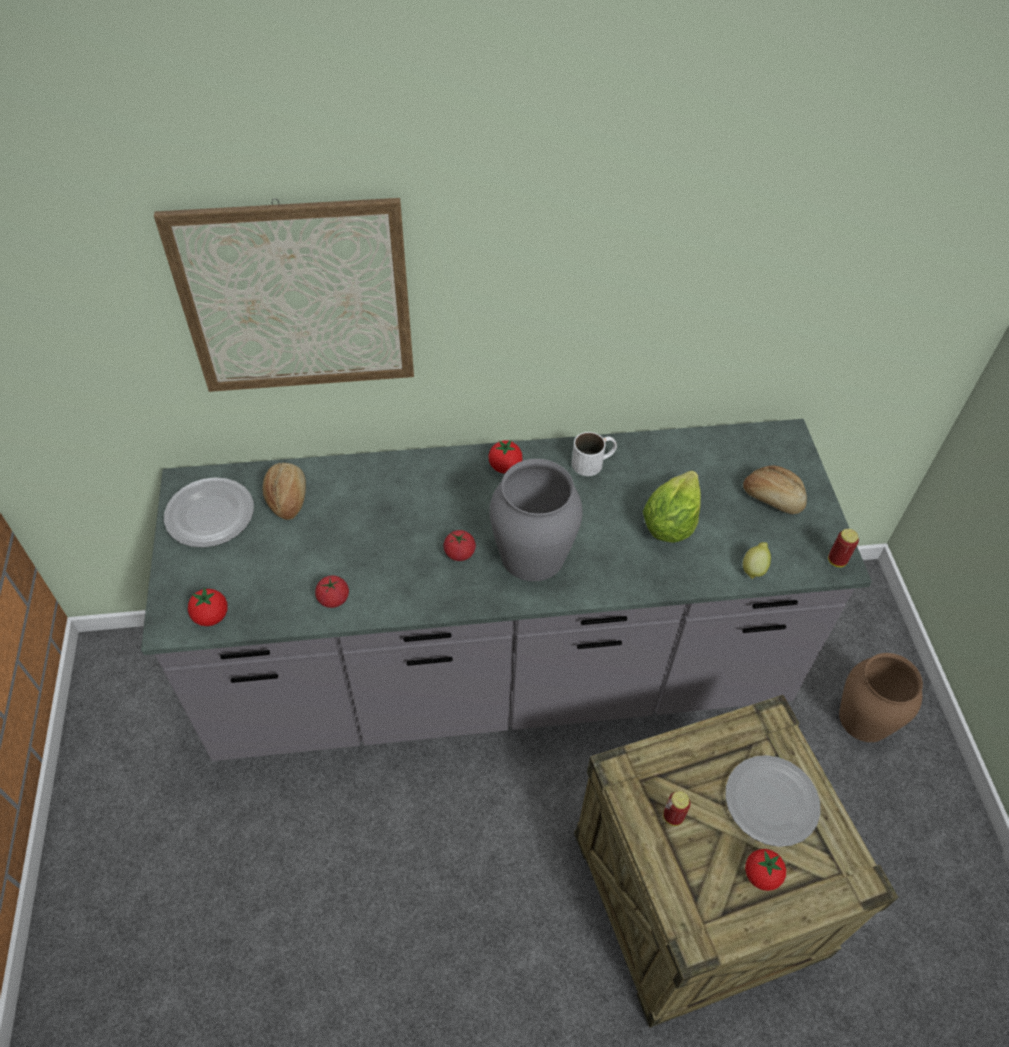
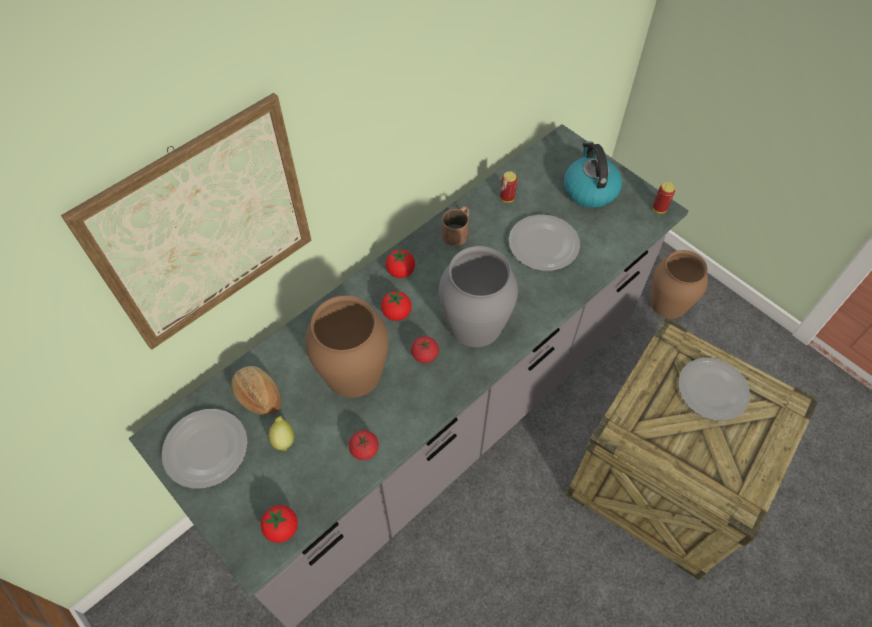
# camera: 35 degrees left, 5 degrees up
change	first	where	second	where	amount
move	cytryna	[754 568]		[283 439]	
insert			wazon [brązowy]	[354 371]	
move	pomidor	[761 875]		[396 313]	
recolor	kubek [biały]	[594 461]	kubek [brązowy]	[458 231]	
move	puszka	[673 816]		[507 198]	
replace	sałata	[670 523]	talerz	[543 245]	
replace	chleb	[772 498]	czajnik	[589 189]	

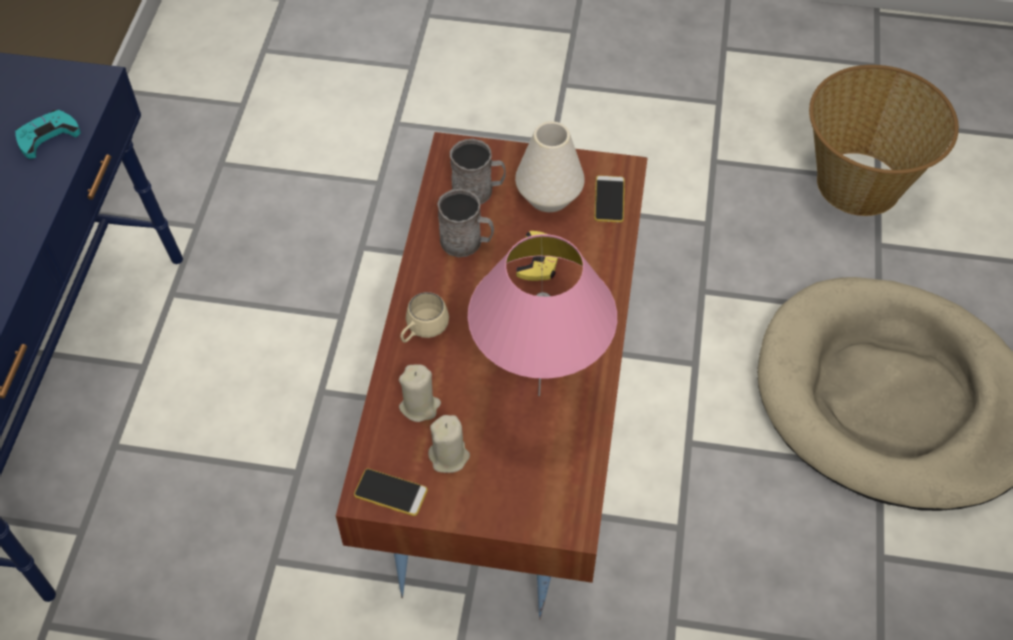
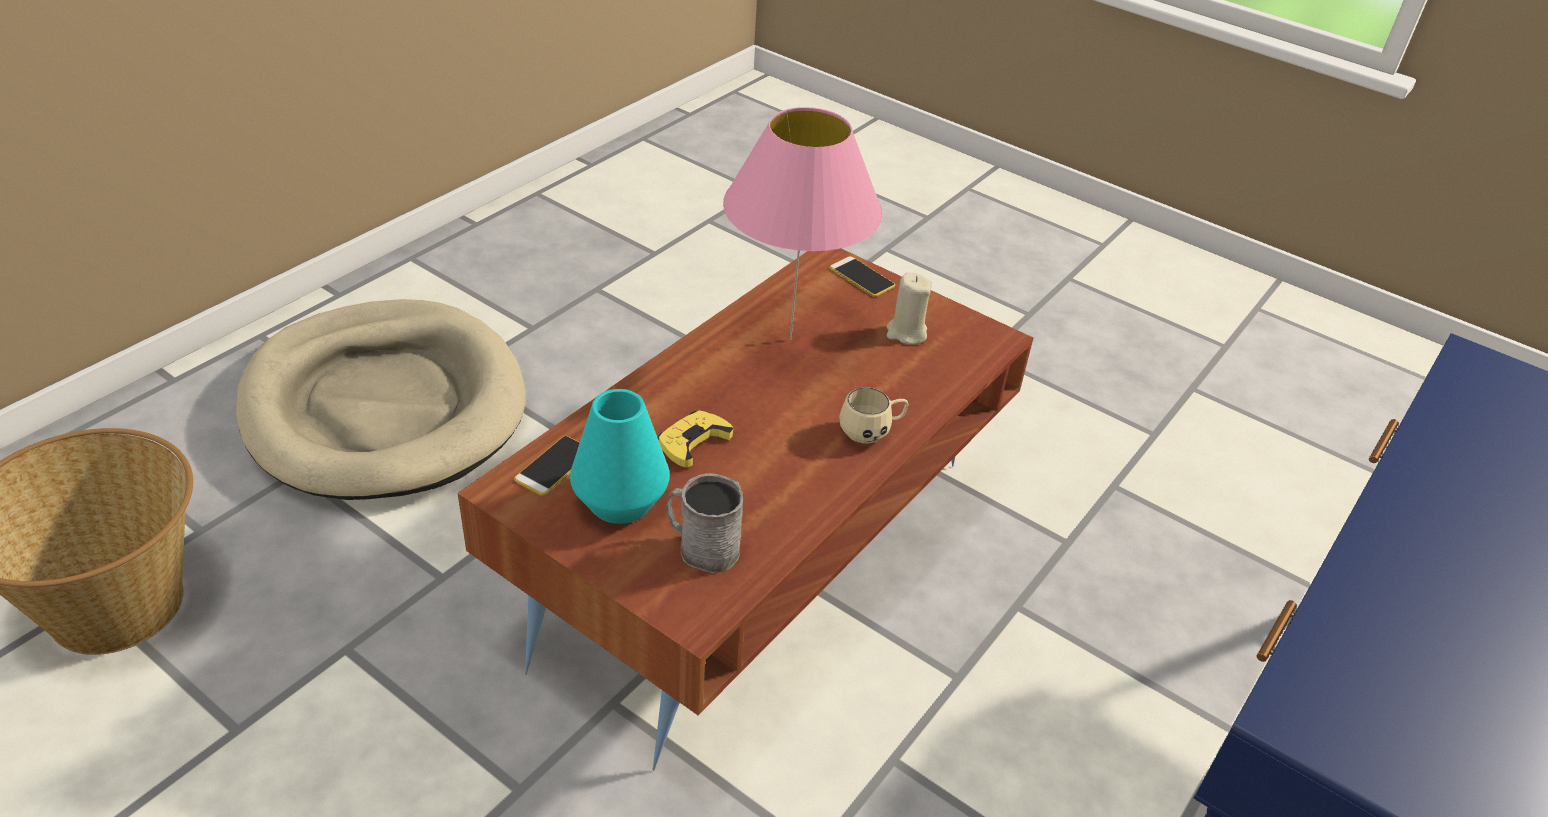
# camera: 155 degrees left, 15 degrees down
change	first	where	second	where	amount
recolor	wazon [biały]	[549 196]	wazon [turkusowy]	[620 501]	
move	telefon	[390 492]		[861 277]	
delete	pad do gier [turkusowy]	[47 136]			
delete	świeca [beżowy]	[420 406]			
delete	kubek [szary]	[467 242]			

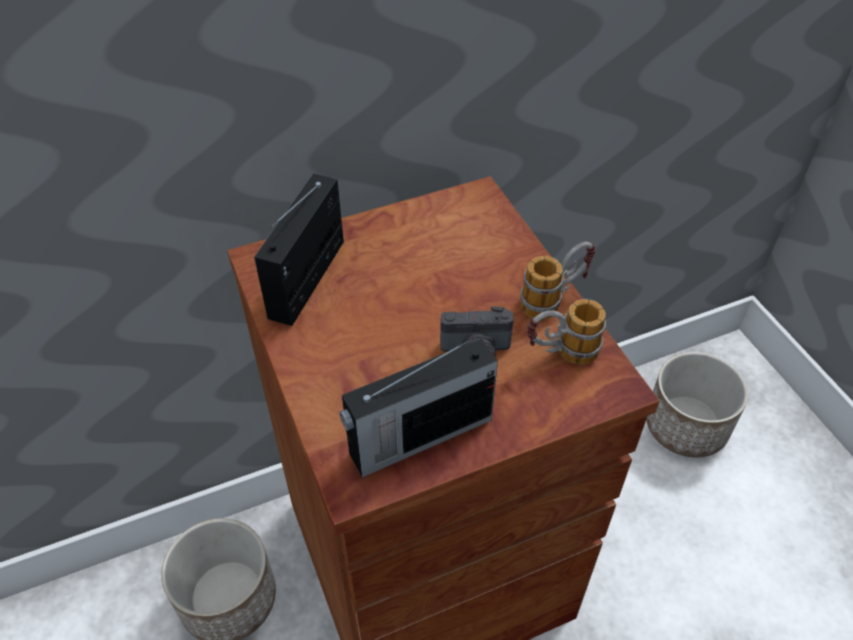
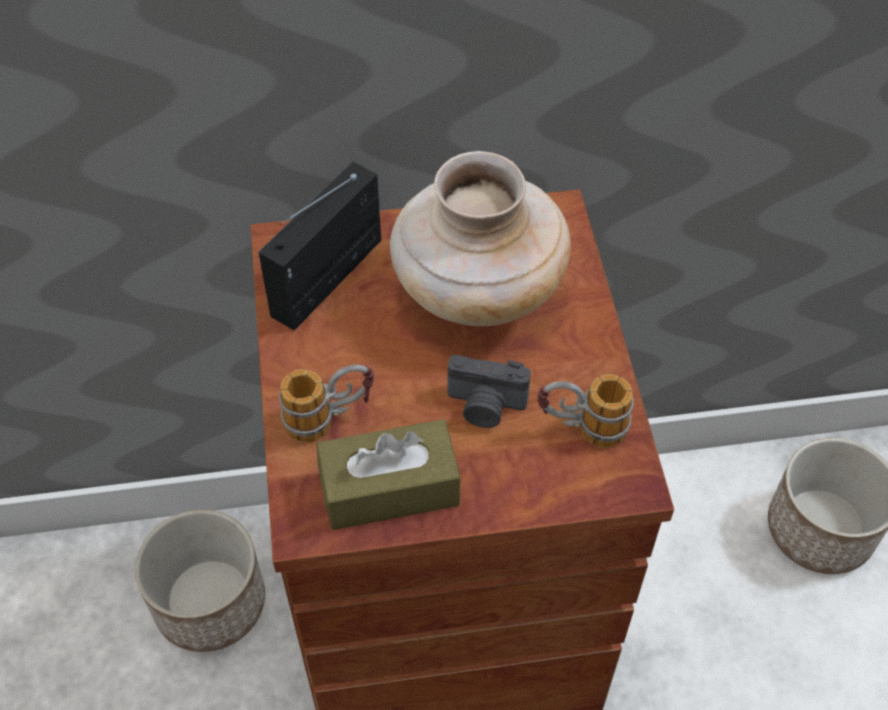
# camera: 15 degrees right, 5 degrees up
change	first	where	second	where	amount
move	kubek	[554 299]		[330 419]	
replace	radio	[418 437]	pudełko chusteczek [brązowy]	[389 488]	
insert			wazon [beżowy]	[477 292]	

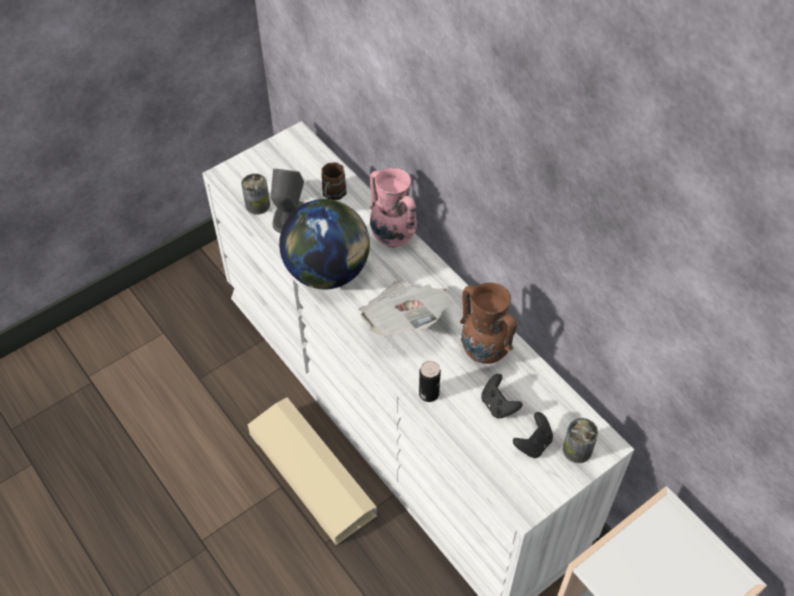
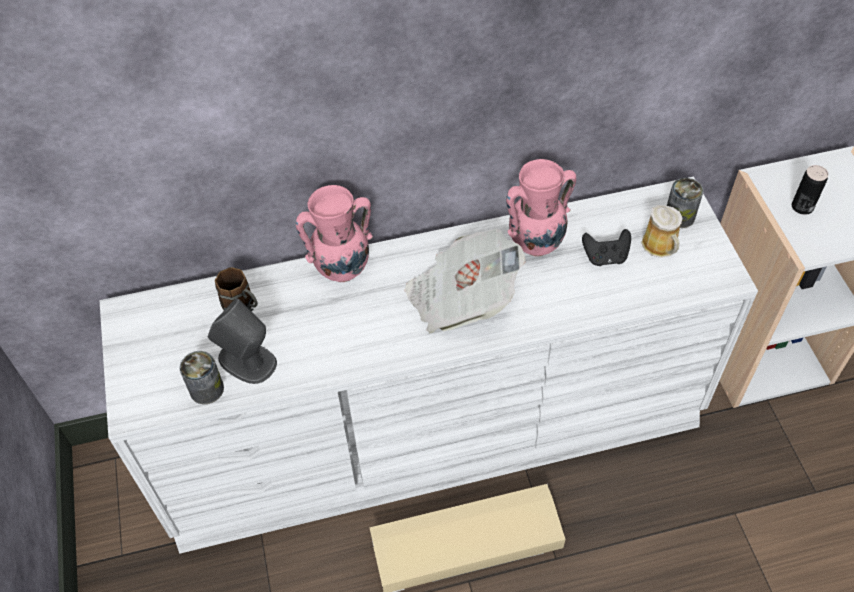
# camera: 65 degrees left, 0 degrees up
change	first	where	second	where	amount
recolor	wazon [brązowy]	[484 351]	wazon [różowy]	[534 244]	
replace	pad do gier [czarny]	[533 444]	kubek	[661 246]	
move	puszka	[429 393]		[802 207]	
delete	globus	[328 271]			

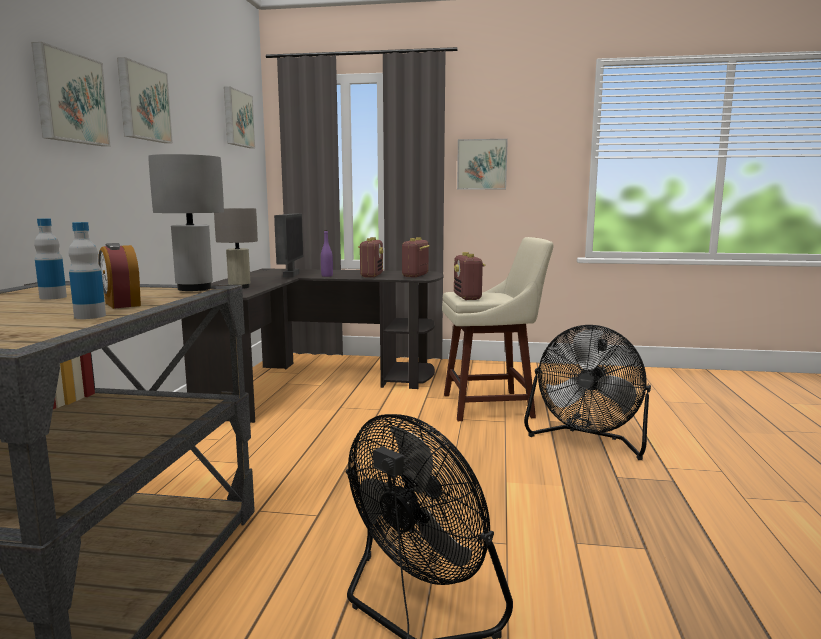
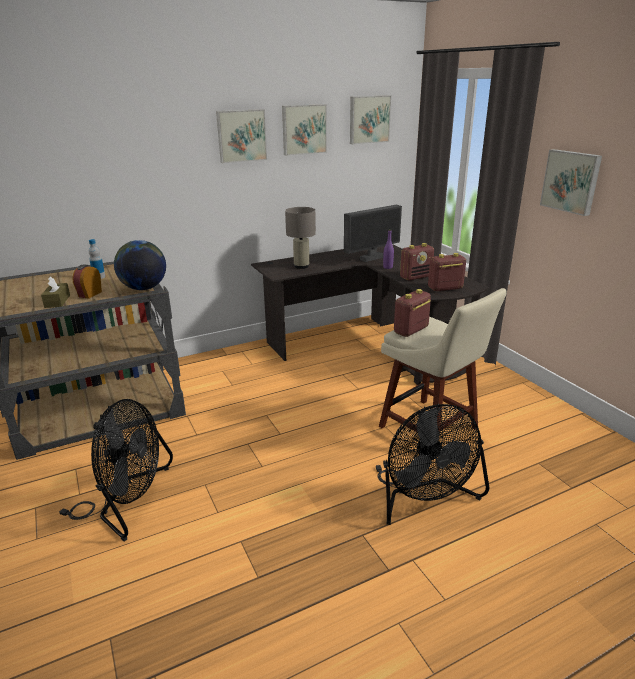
# camera: 55 degrees right, 15 degrees up
change	first	where	second	where	amount
replace	butelka	[90 316]	pudełko chusteczek [brązowy]	[57 301]	
replace	lampa stołowa [szary]	[193 288]	globus	[143 288]	
move	obraz	[69 98]		[303 129]	
rotate	wentylator [czarny]	[584 439]		[421 497]	105 degrees counterclockwise

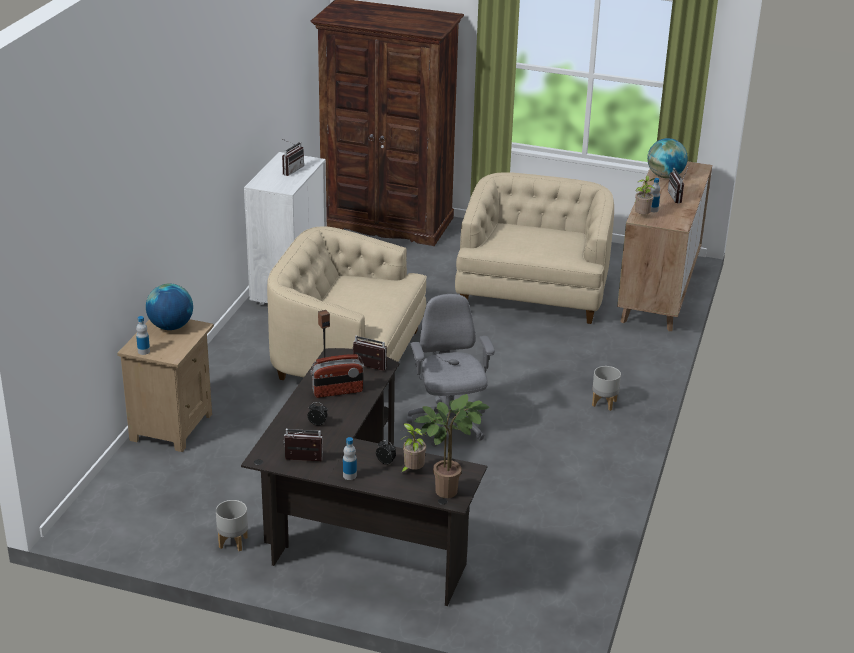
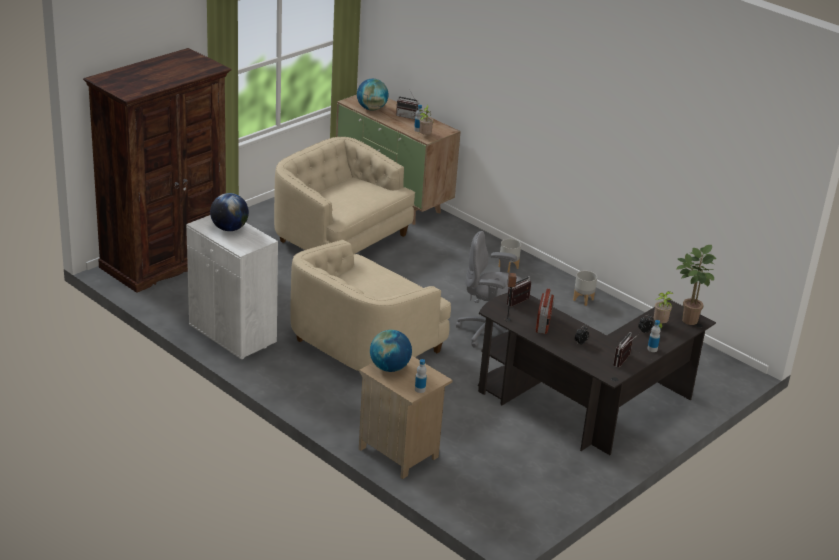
# camera: 65 degrees left, 0 degrees up
change	first	where	second	where	amount
replace	radio	[290 170]	globus	[229 229]	
move	donica [szary]	[233 542]		[583 299]	

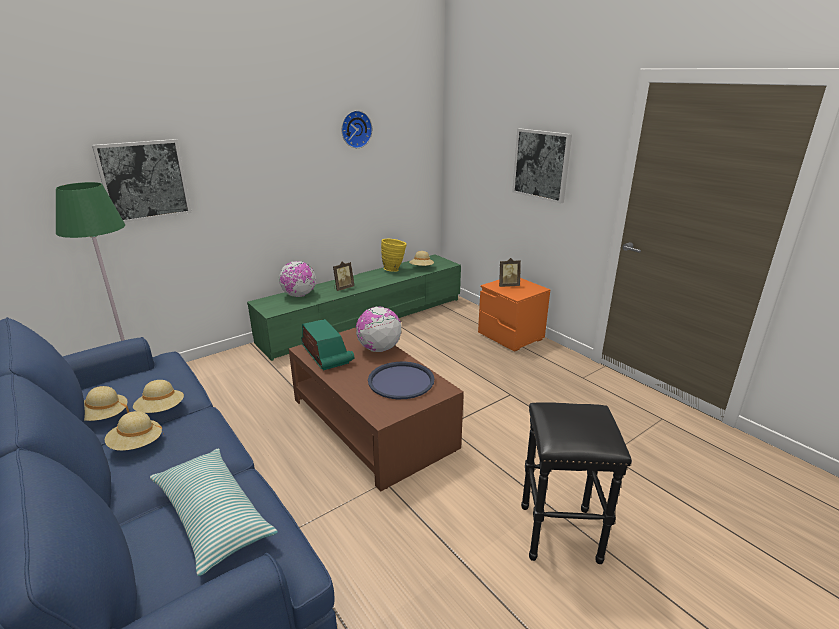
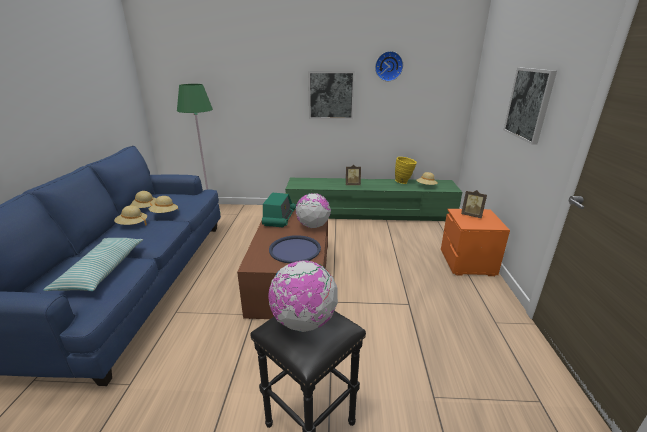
# camera: 40 degrees right, 0 degrees up
change	first	where	second	where	amount
move	globus	[299 295]		[304 322]	
move	obraz	[144 180]		[331 95]	

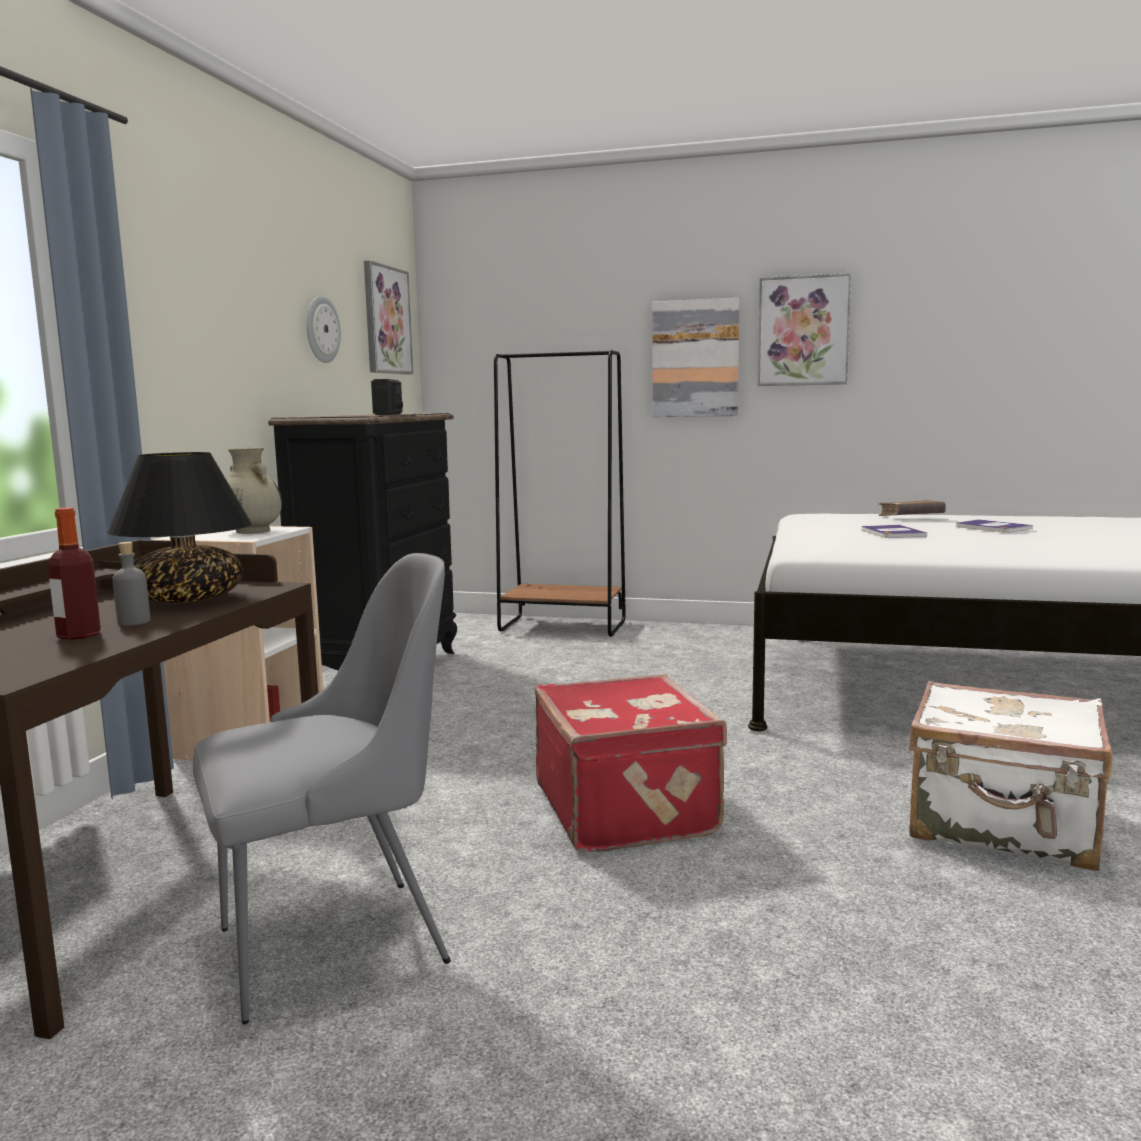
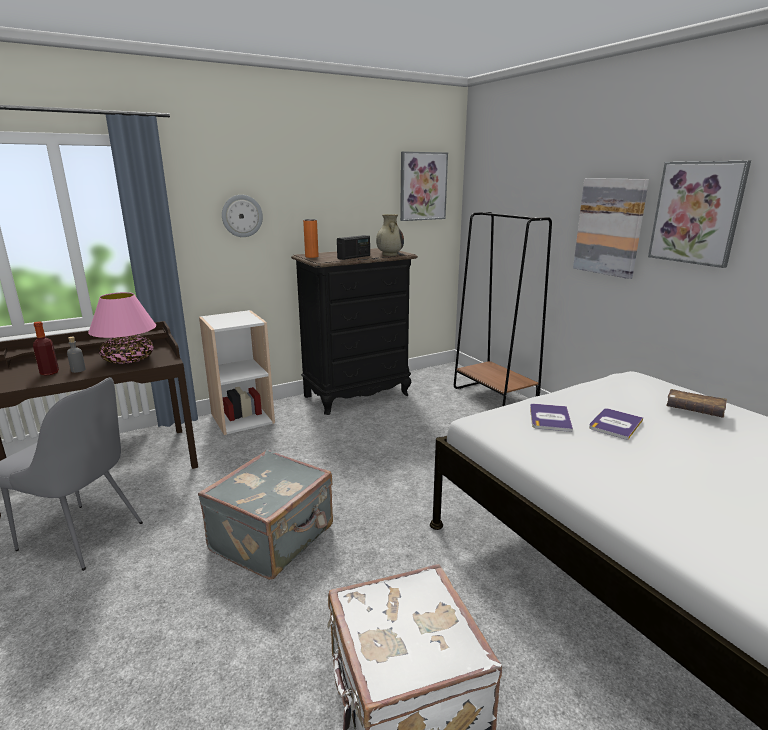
# camera: 45 degrees right, 10 degrees up
change	first	where	second	where	amount
recolor	lampa stołowa [czarny]	[189 598]	lampa stołowa [różowy]	[129 360]	
recolor	walizka [czerwony]	[628 809]	walizka [szary]	[274 539]	
move	zegar ścienny	[321 329]		[242 216]	
insert			wazon [pomarańczowy]	[311 256]	
move	wazon [beżowy]	[252 531]		[389 254]	
move	książka	[992 527]		[550 418]	

